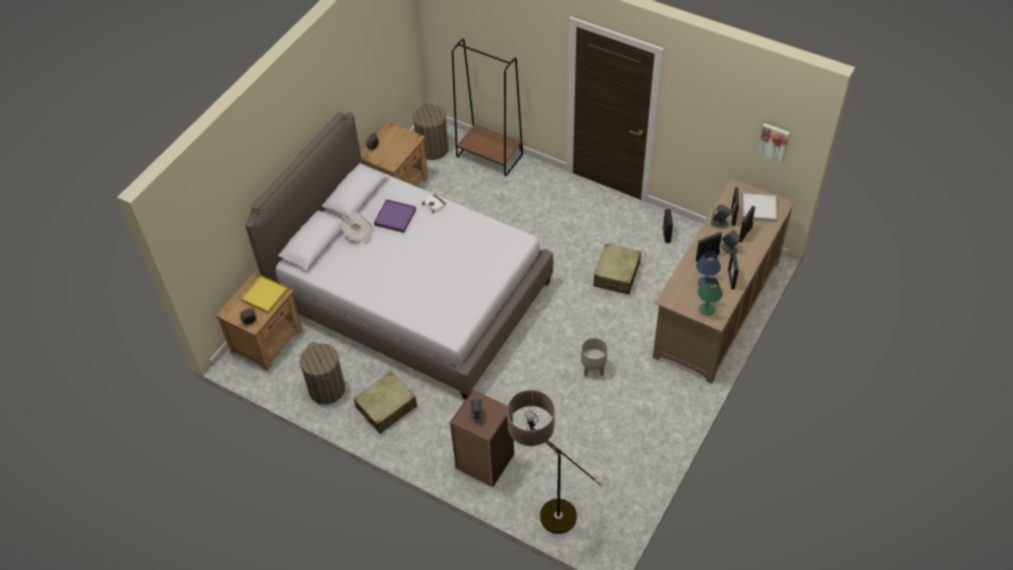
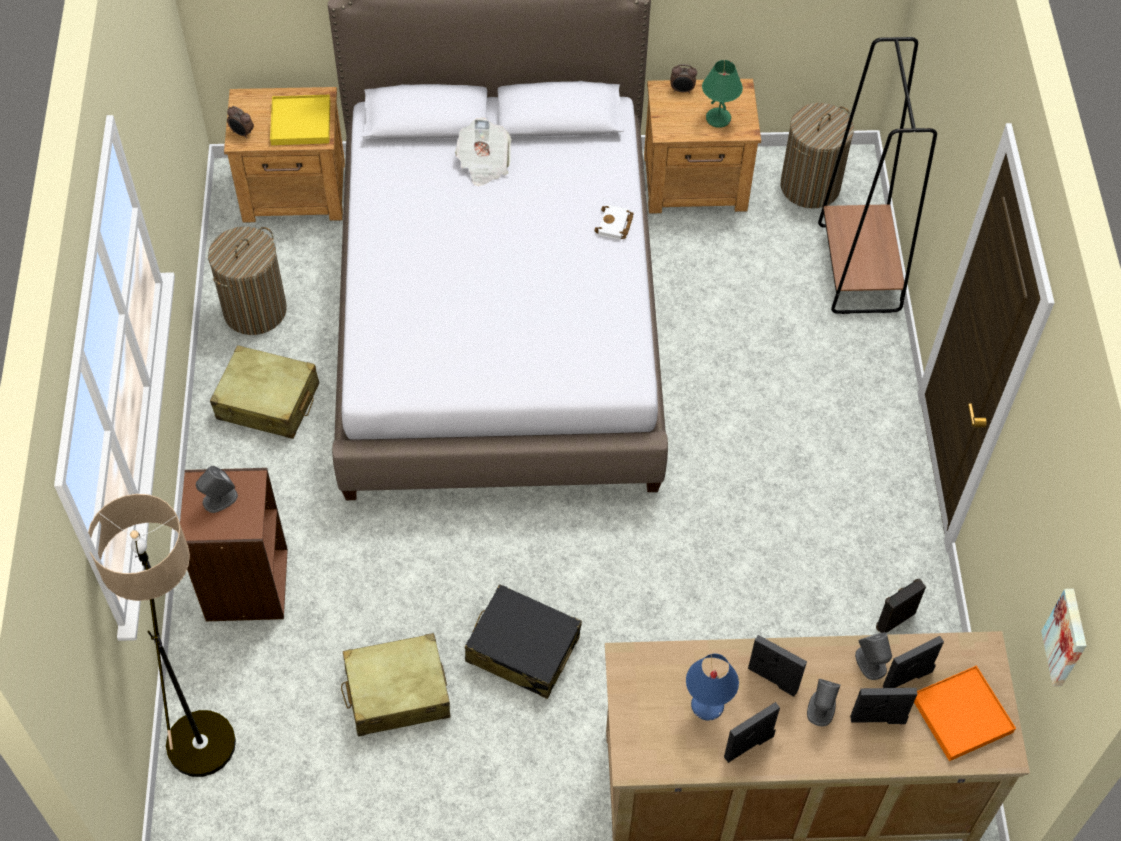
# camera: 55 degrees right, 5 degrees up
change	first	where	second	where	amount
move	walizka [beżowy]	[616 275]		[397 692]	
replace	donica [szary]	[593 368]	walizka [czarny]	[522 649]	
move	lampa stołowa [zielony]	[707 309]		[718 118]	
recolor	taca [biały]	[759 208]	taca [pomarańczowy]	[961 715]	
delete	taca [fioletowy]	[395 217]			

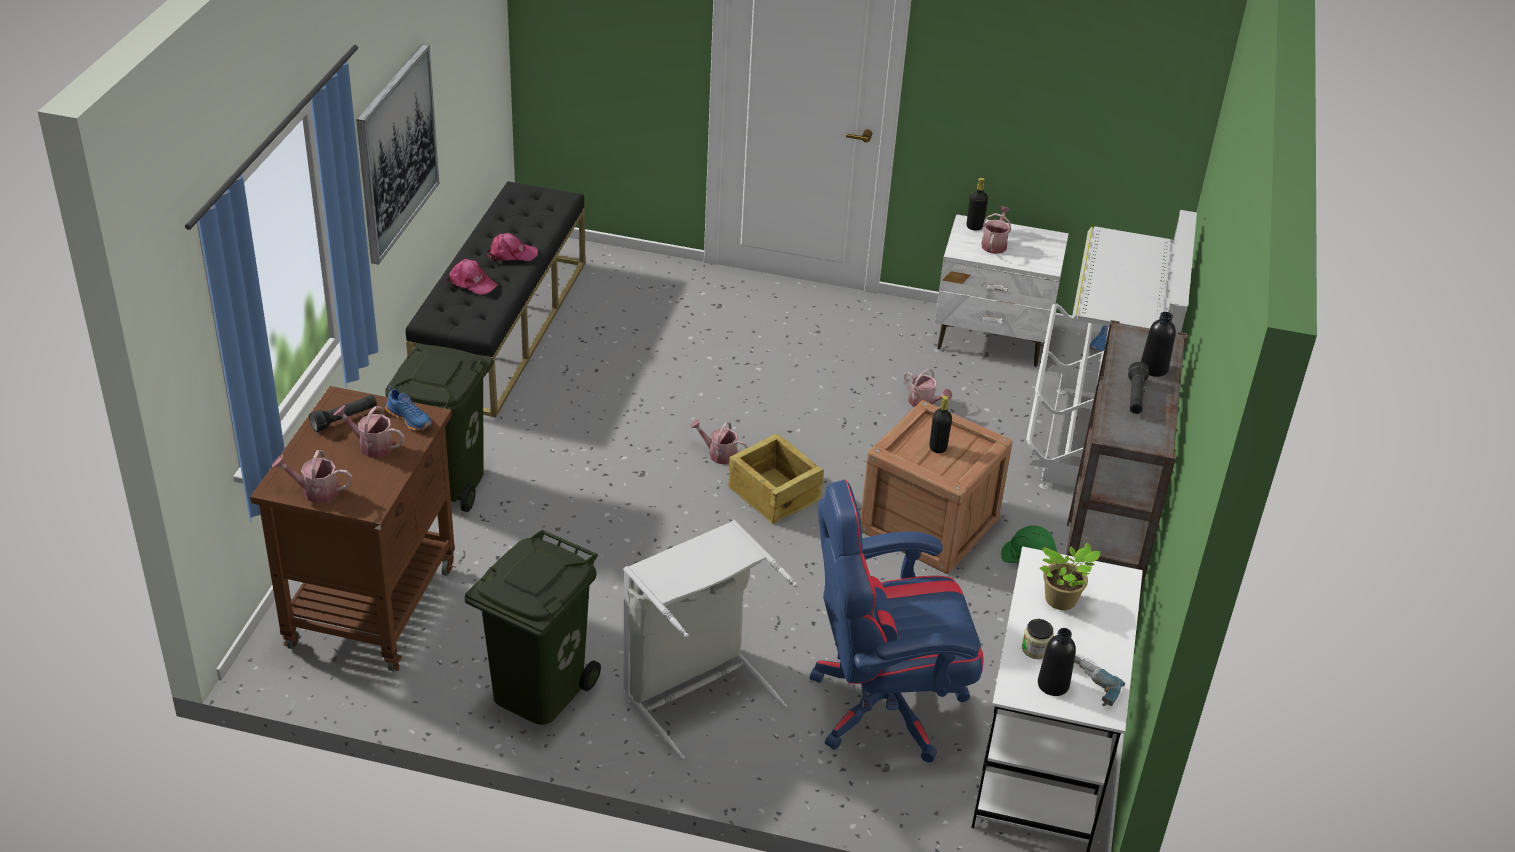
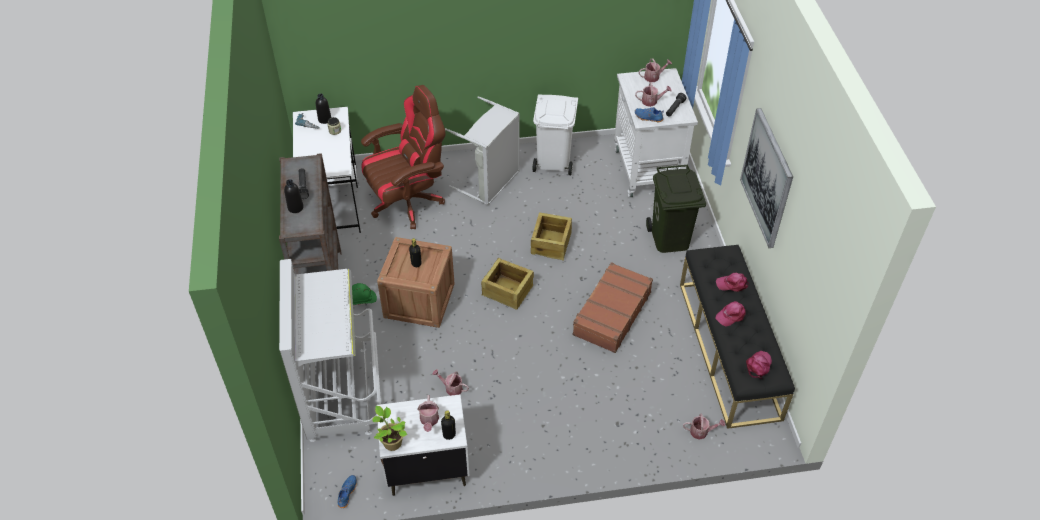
# camera: 160 degrees right, 10 degrees up
change	first	where	second	where	amount
recolor	krzesło biurowe [niebieski]	[886 704]	krzesło biurowe [brązowy]	[407 202]	
move	roślina doniczkowa	[1062 601]		[391 442]	
insert			skrzynka	[551 243]	
recolor	kosz na śmieci [zielony]	[537 689]	kosz na śmieci [biały]	[554 162]	
insert			walizka [brązowy]	[611 313]	
recolor	wózek [brązowy]	[373 607]	wózek [biały]	[647 171]	
move	konewka	[718 454]		[701 432]	
insert			czapka z daszkiem [różowy]	[758 365]	

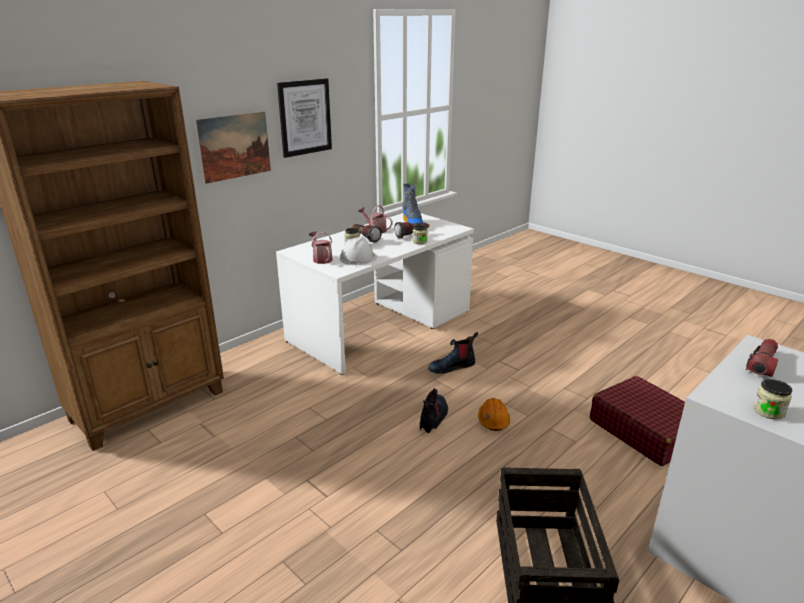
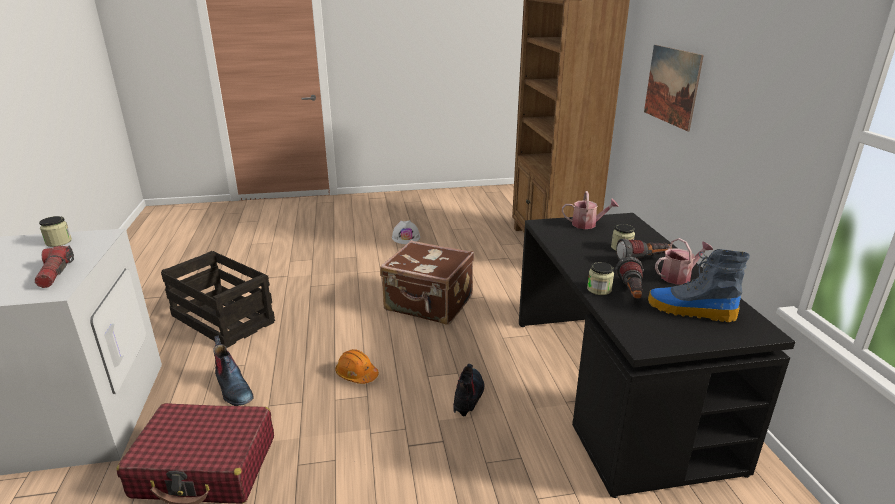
# camera: 125 degrees right, 0 degrees up
change	first	where	second	where	amount
move	but z cholewką	[433 417]		[233 389]	
insert			walizka [brązowy]	[429 304]	
move	kask [biały]	[358 258]		[406 237]	
recolor	biurko [biały]	[380 325]	biurko [czarny]	[615 387]	
delete	obraz	[305 117]			

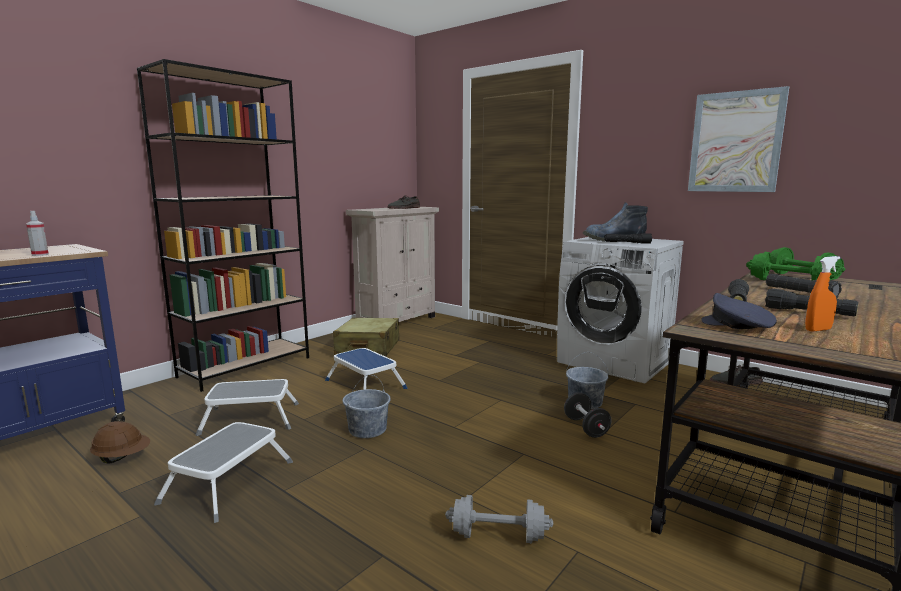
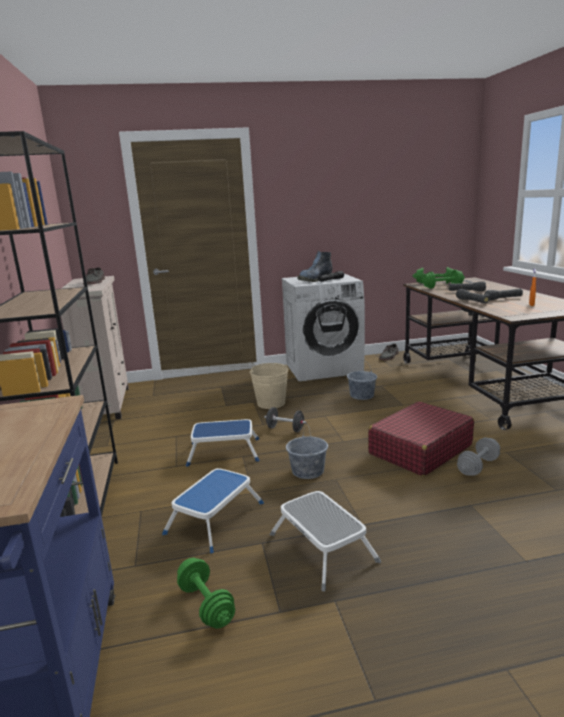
# camera: 50 degrees left, 5 degrees up
change	first	where	second	where	amount
recolor	drabinka [szary]	[250 418]	drabinka [niebieski]	[214 518]	
replace	kask [brązowy]	[123 458]	hantel [zielony]	[206 605]	
insert			wiadro [beżowy]	[271 403]	
move	hantel [czarny]	[586 427]		[285 429]	
insert			walizka [czerwony]	[419 450]	
delete	spryskiwacz	[40 255]			
delete	walizka [beżowy]	[368 348]			
delete	obraz	[735 142]			
delete	czapka z daszkiem [szary]	[738 326]			

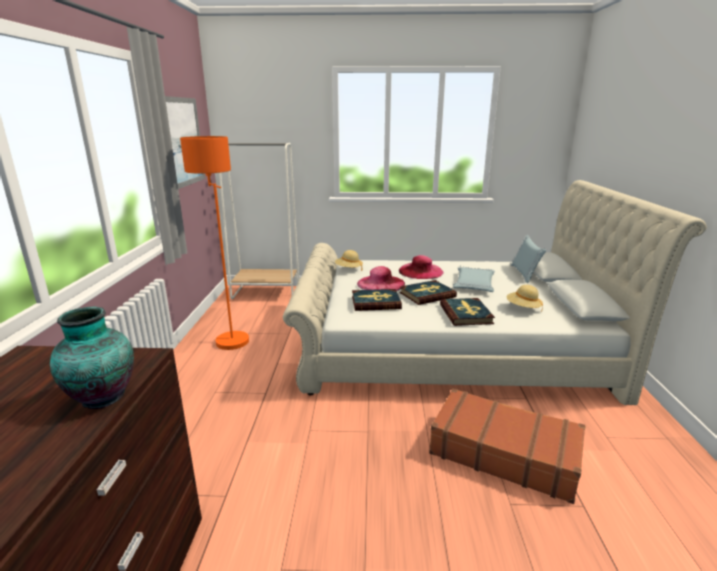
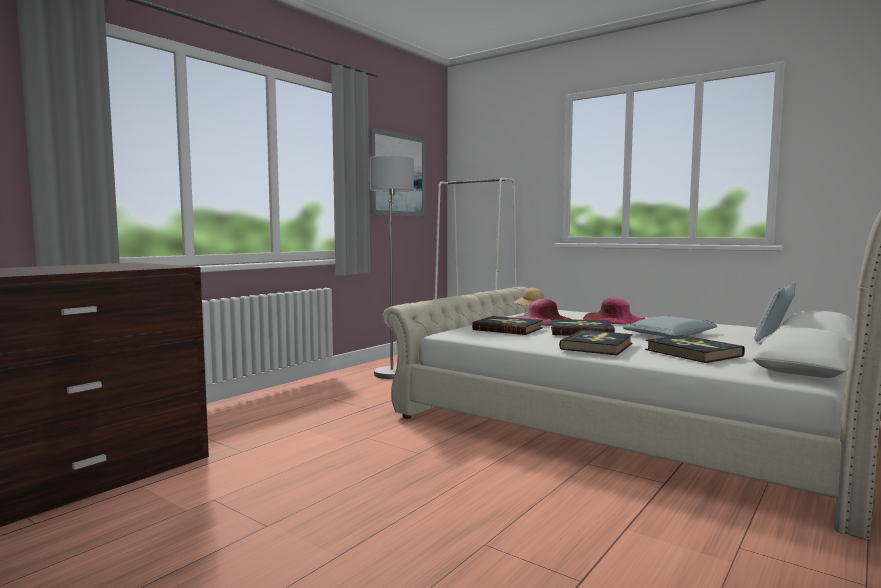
# camera: 35 degrees right, 15 degrees down
change	first	where	second	where	amount
recolor	lampa stojąca [pomarańczowy]	[229 338]	lampa stojąca [szary]	[392 372]	
replace	kapelusz [beżowy]	[523 308]	książka	[692 353]	
delete	wazon	[101 398]			
delete	walizka [brązowy]	[503 453]			

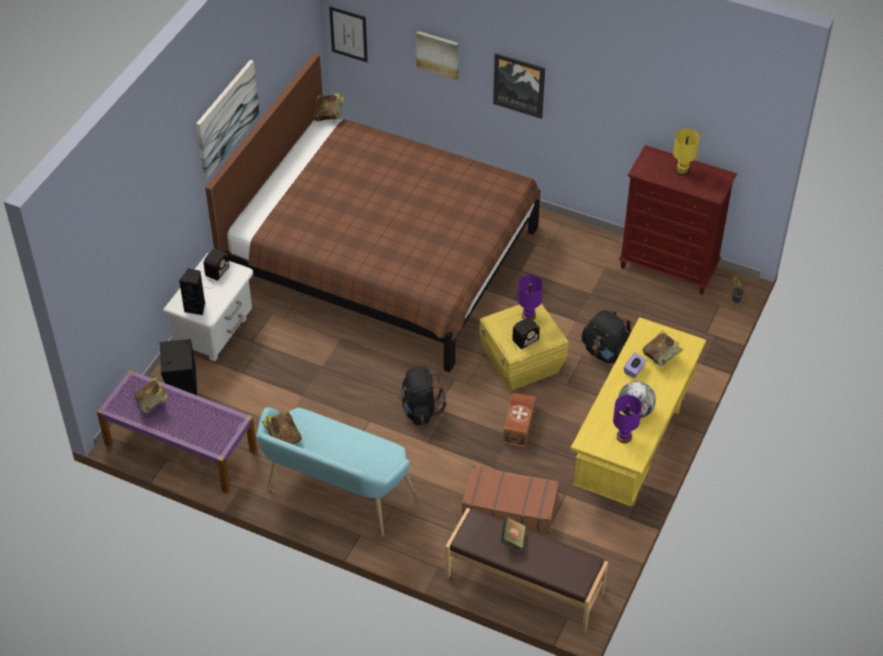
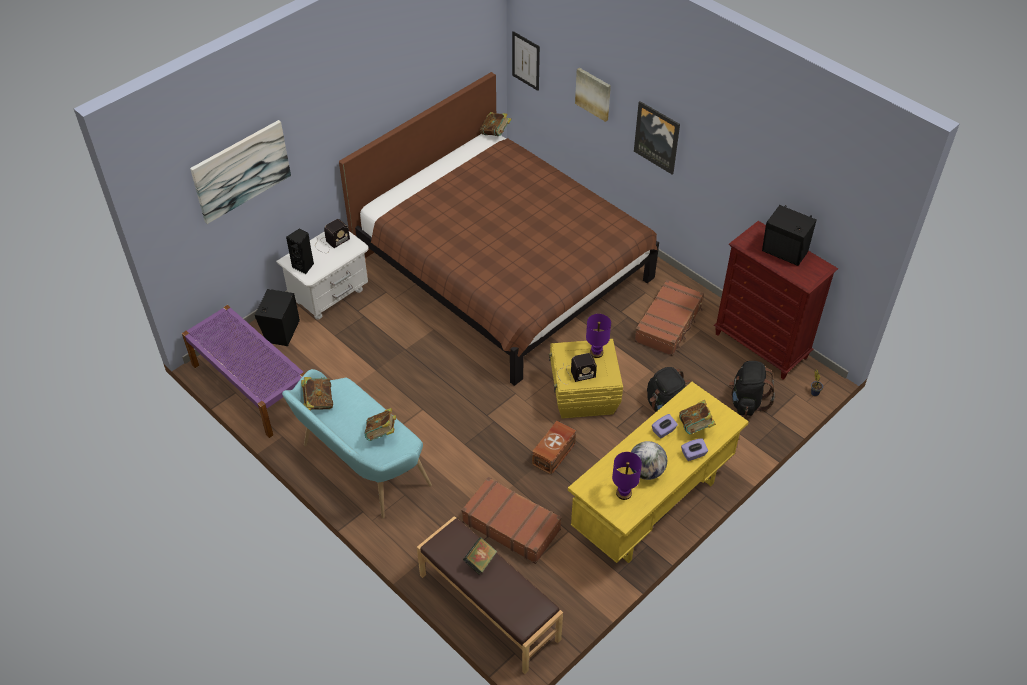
# camera: 20 degrees right, 0 degrees up
change	first	where	second	where	amount
move	obraz	[226 117]		[241 171]	
move	książka	[153 405]		[381 434]	
insert			walizka [brązowy]	[669 324]	
insert			pudełko chusteczek [fioletowy]	[693 454]	
move	plecak [czarny]	[420 409]		[746 401]	
replace	lampa stołowa [żółty]	[682 171]	głośnik [czarny]	[784 253]	

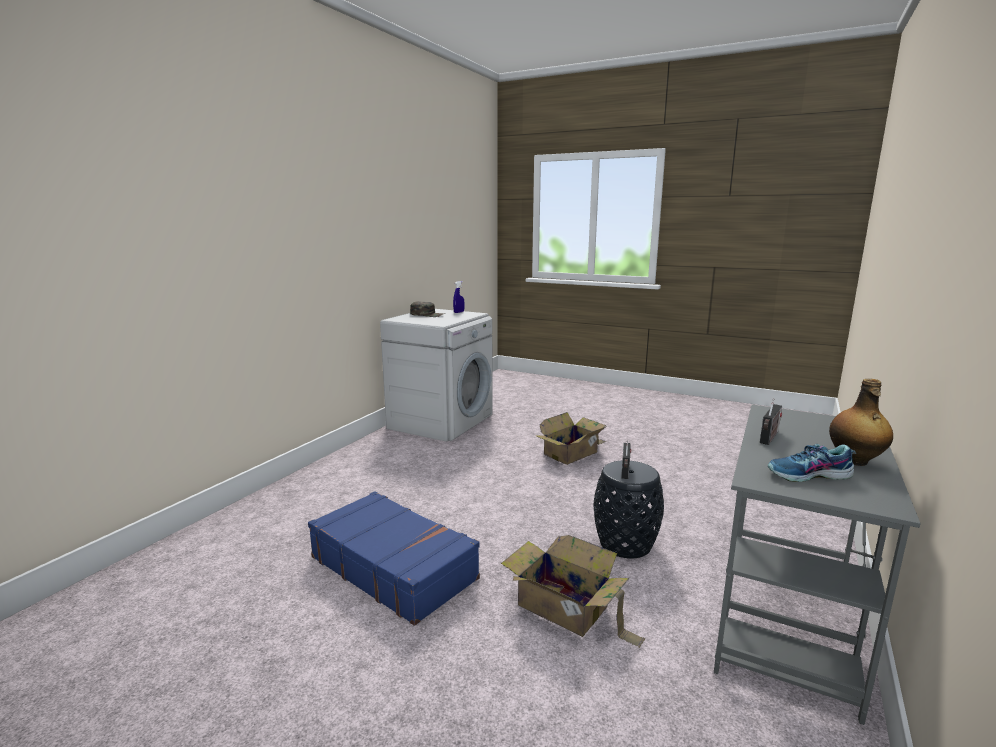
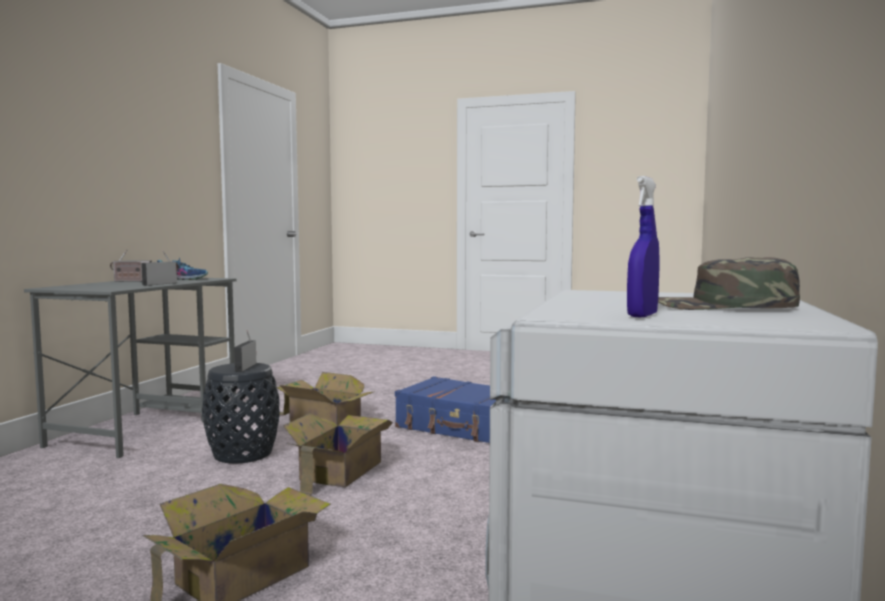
# camera: 170 degrees right, 10 degrees down
change	first	where	second	where	amount
replace	butelka	[854 461]	radio	[131 281]	
insert			karton	[338 472]	

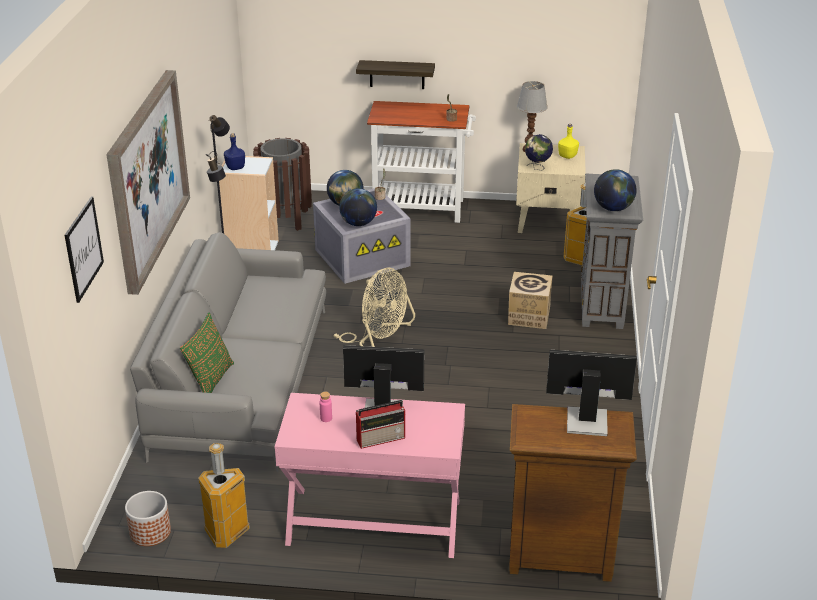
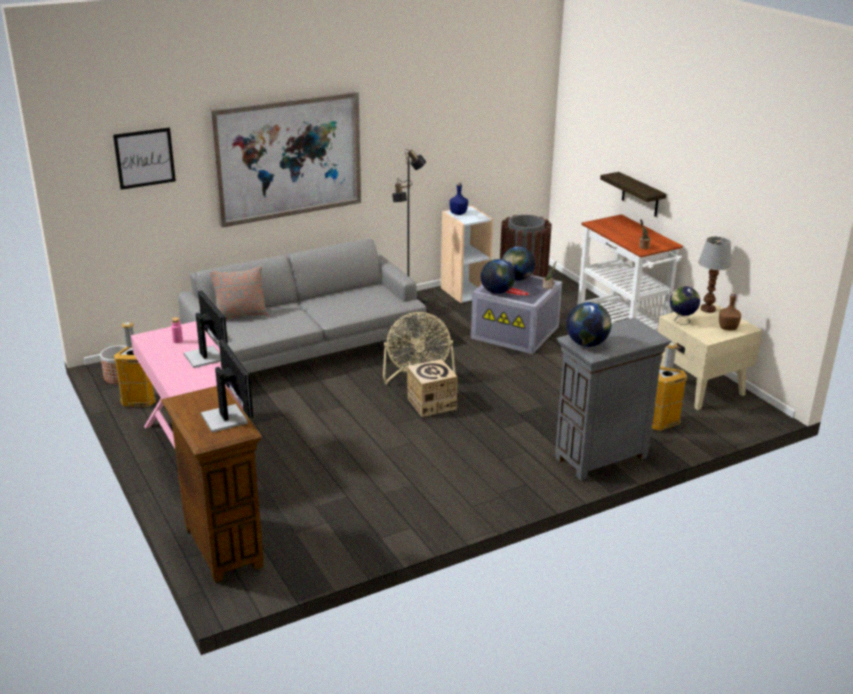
# camera: 55 degrees right, 5 degrees down
change	first	where	second	where	amount
recolor	poduszka [zielony]	[211 381]	poduszka [szary]	[241 315]	
move	karton	[528 316]		[431 404]	
recolor	butelka [żółty]	[567 156]	butelka [brązowy]	[728 328]	
delete	radio	[381 438]			

